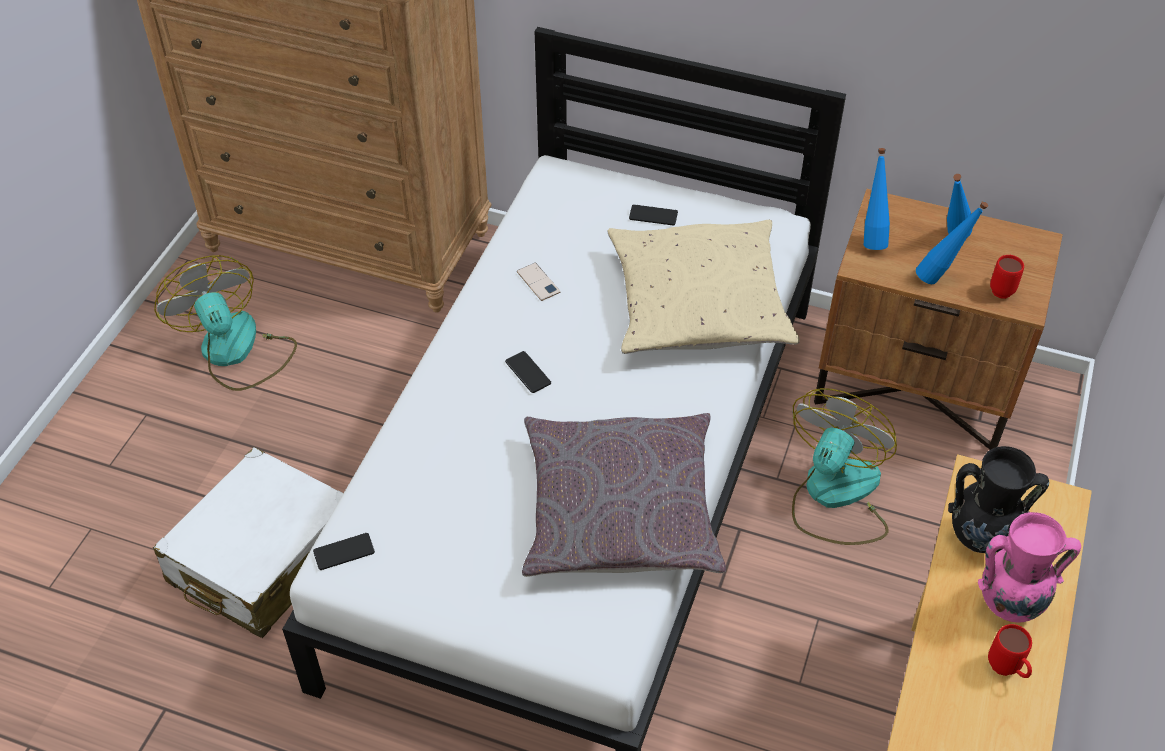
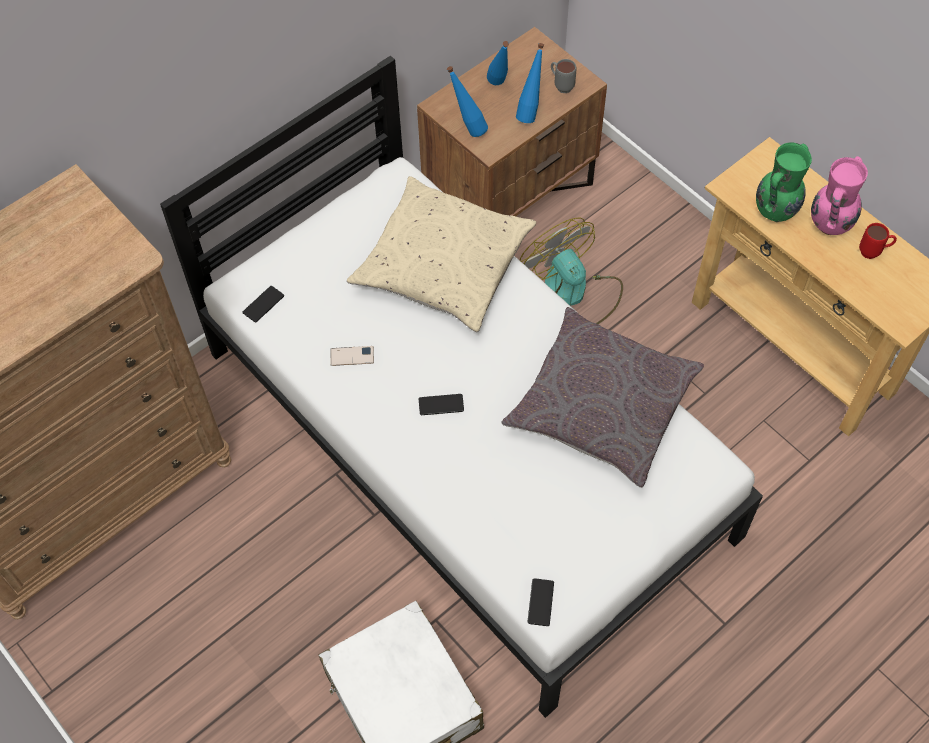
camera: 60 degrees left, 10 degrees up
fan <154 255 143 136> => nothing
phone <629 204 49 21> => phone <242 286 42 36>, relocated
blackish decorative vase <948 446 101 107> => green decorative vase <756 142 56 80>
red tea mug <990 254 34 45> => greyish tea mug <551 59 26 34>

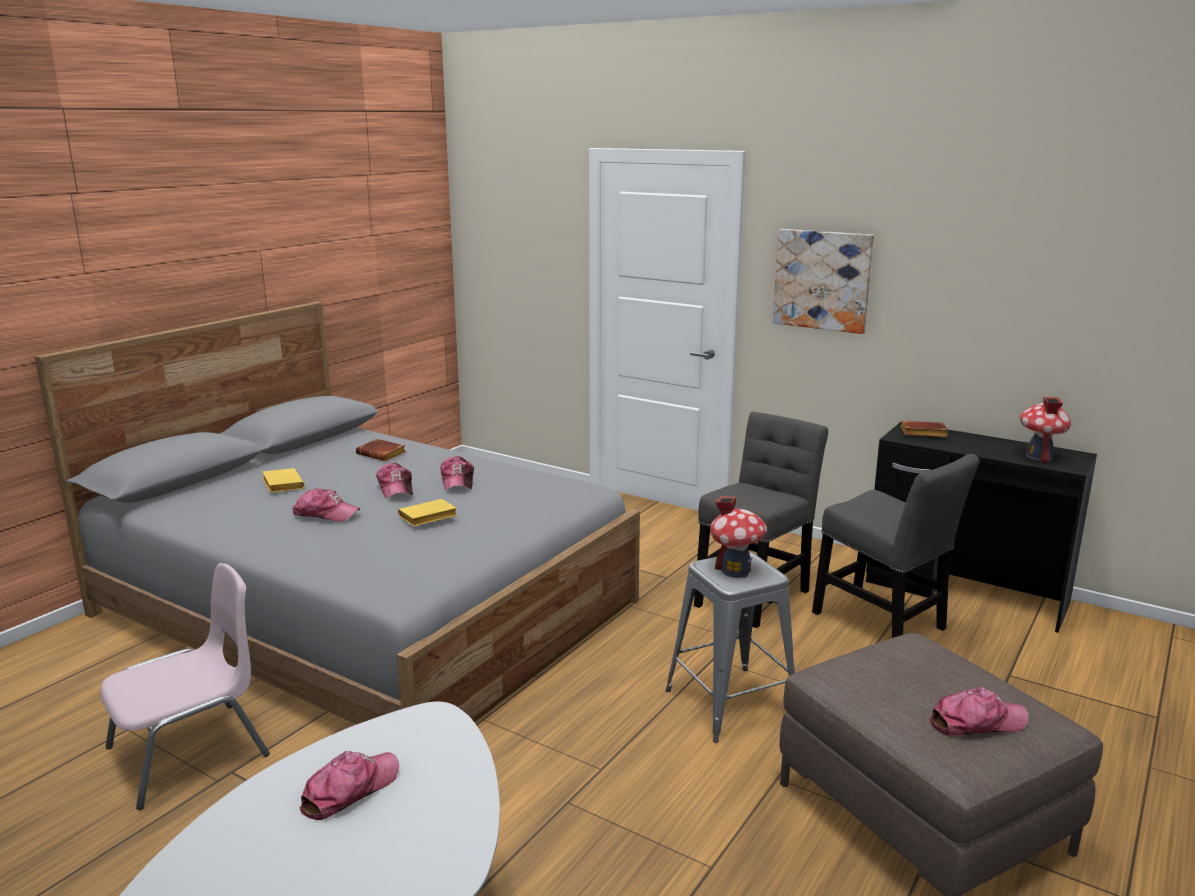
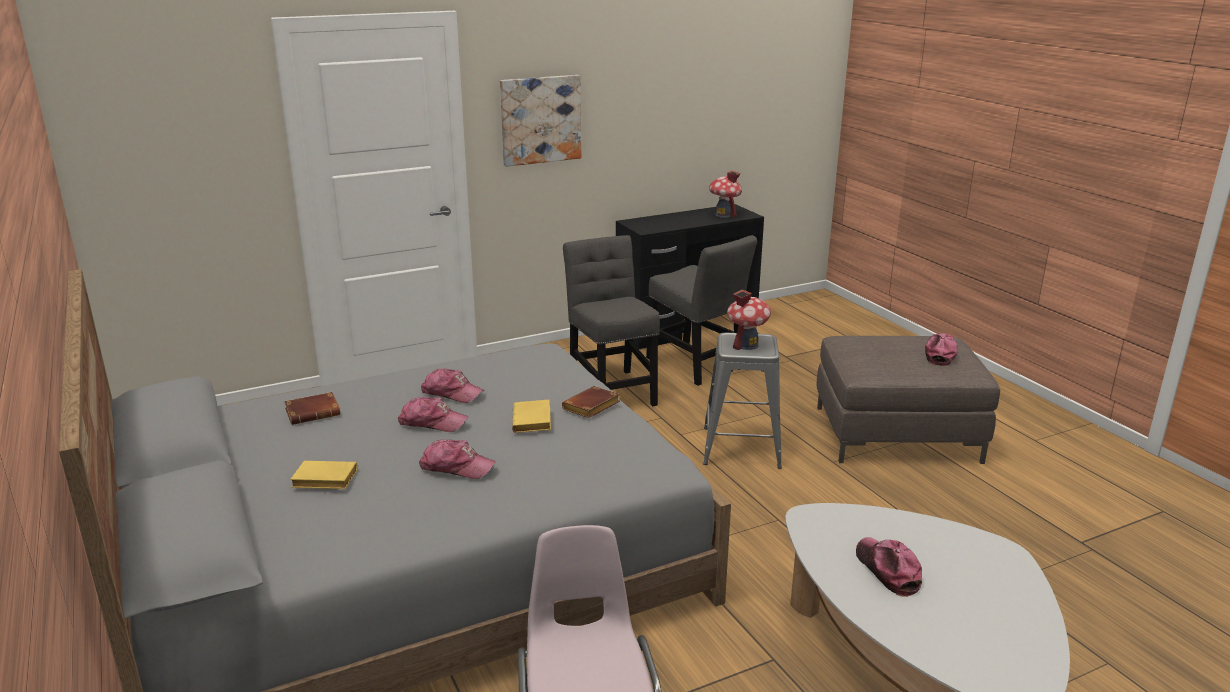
camera: 60 degrees left, 5 degrees up
peaked cap <292 488 68 34> => peaked cap <419 439 77 40>, 60 degrees clockwise
greyish plain chair <812 454 167 184> => greyish plain chair <646 235 111 151>, 60 degrees clockwise
brown-coloured volume <901 421 48 16> => brown-coloured volume <562 386 58 32>, relocated

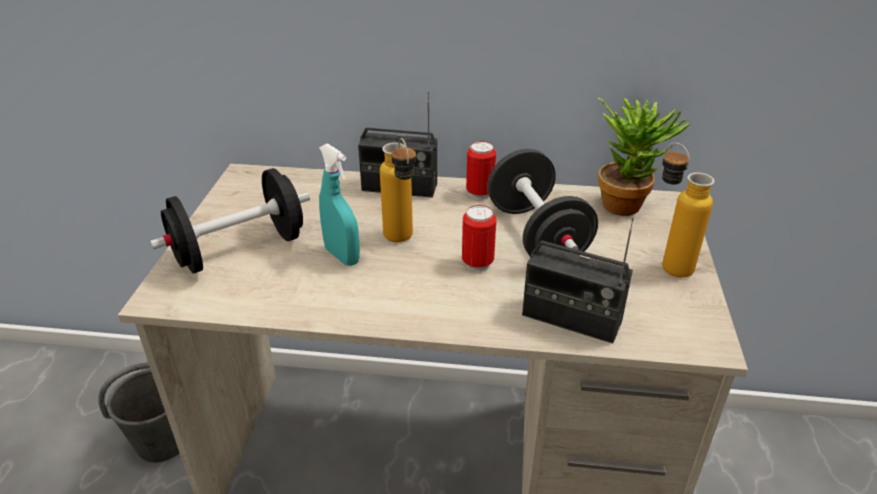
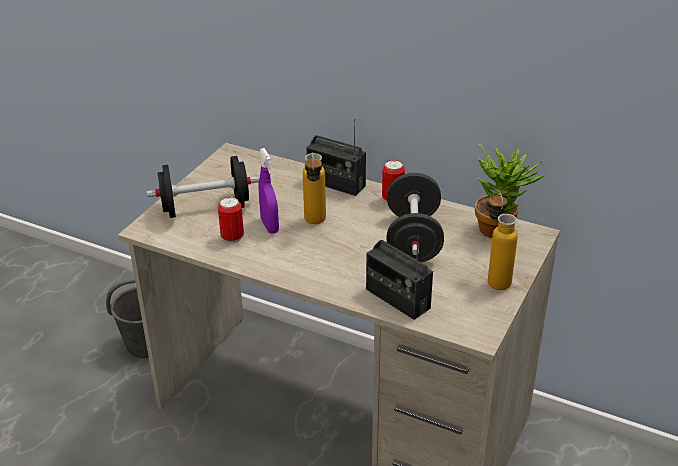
camera: 20 degrees right, 0 degrees up
turquoise spray bottle <319 143 41 123> => purple-coloured spray bottle <259 148 20 86>
metal can <462 205 35 66> => metal can <218 197 26 46>, relocated

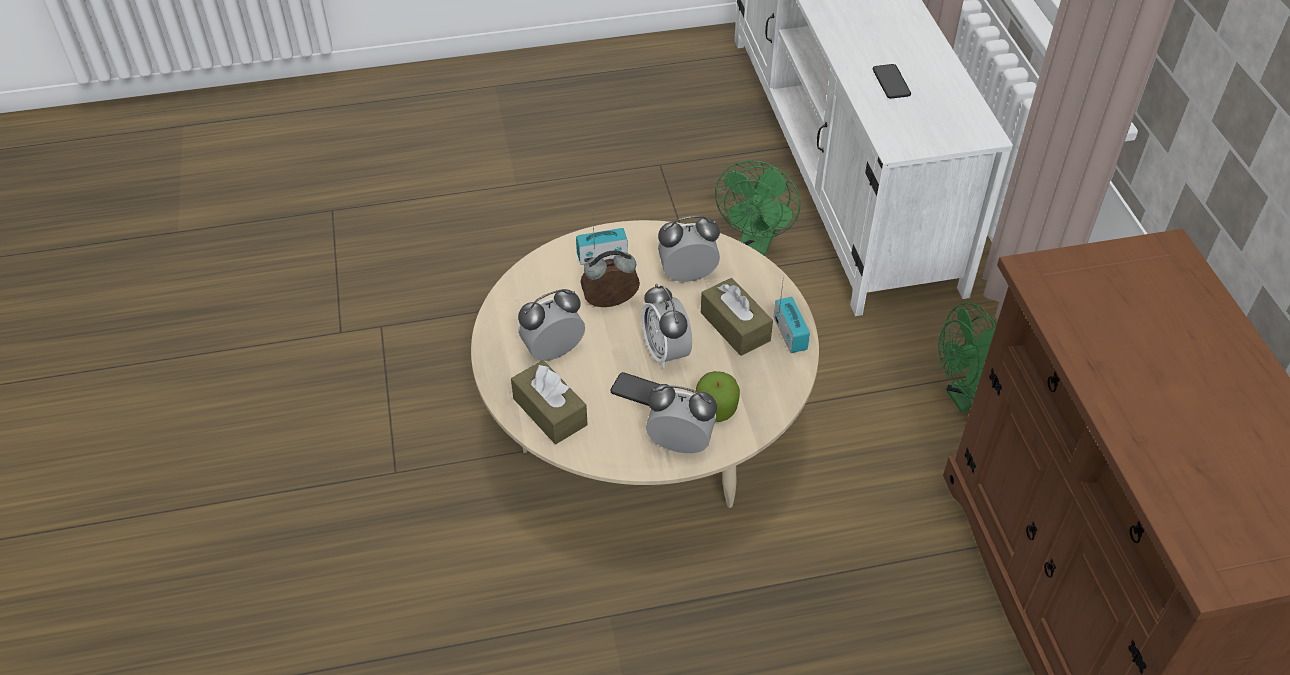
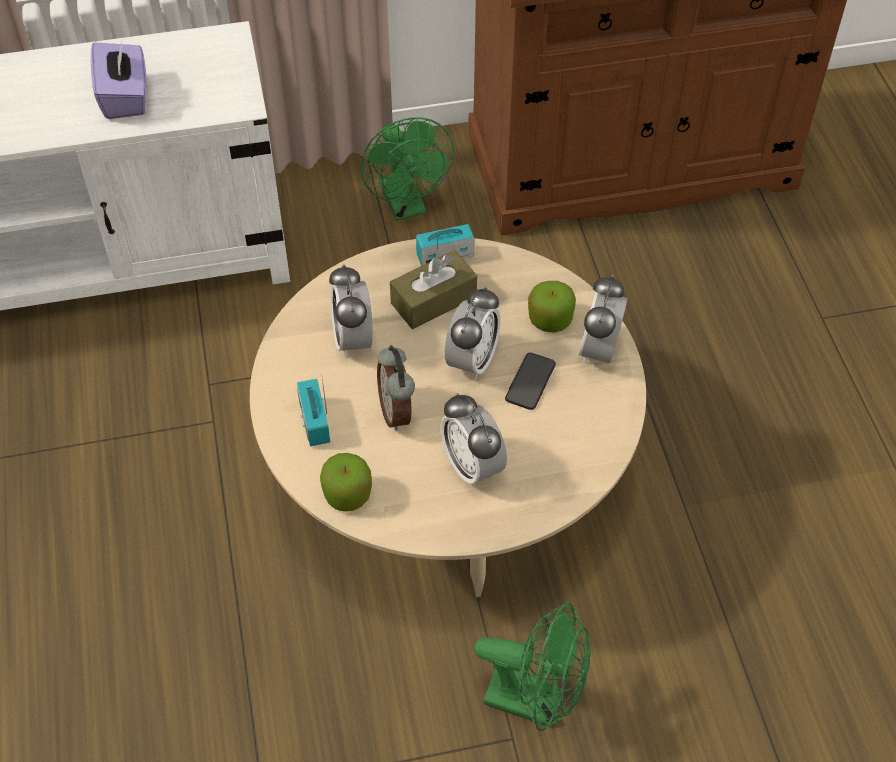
camera: 90 degrees left, 5 degrees up
brown-coloured box of tissues <511 360 77 84> => nothing
table clock <642 284 50 85> => table clock <445 286 56 93>, 45 degrees counterclockwise
green fan <715 161 86 94> => green fan <474 602 117 129>, relocated
phone <873 64 38 35> => purple-coloured box of tissues <91 42 56 77>
nothing => apple fruit <320 453 52 59>

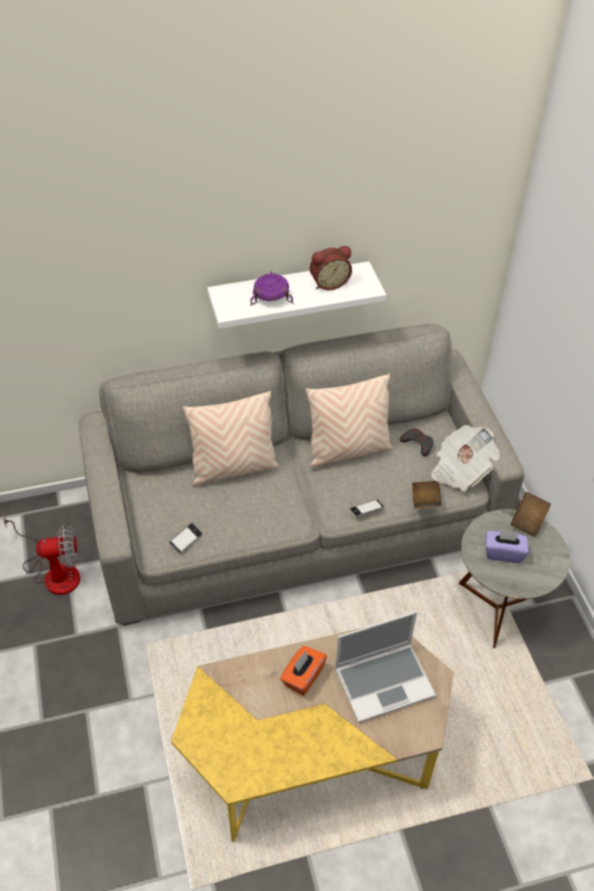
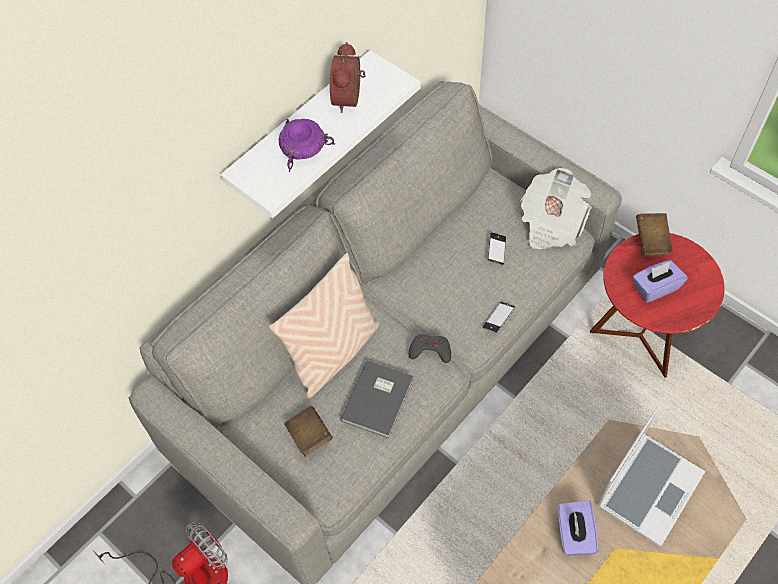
camera: 30 degrees left, 10 degrees up
phone <169 523 33 30> => phone <488 232 18 33>, relocated
orange box of tissues <280 645 47 51> => purple-coloured box of tissues <558 500 40 56>
beige-coloured cushion <305 374 88 94> => nothing
table clock <310 246 42 44> => table clock <330 42 36 71>, 150 degrees clockwise
greyish gamepad <400 429 34 27> => greyish gamepad <408 334 43 29>, relocated
brown-coloured volume <412 481 29 28> => brown-coloured volume <284 406 49 52>, relocated
greyish accent table <459 509 111 139> => red accent table <590 233 135 145>
nothing => greyish volume <340 360 73 78>

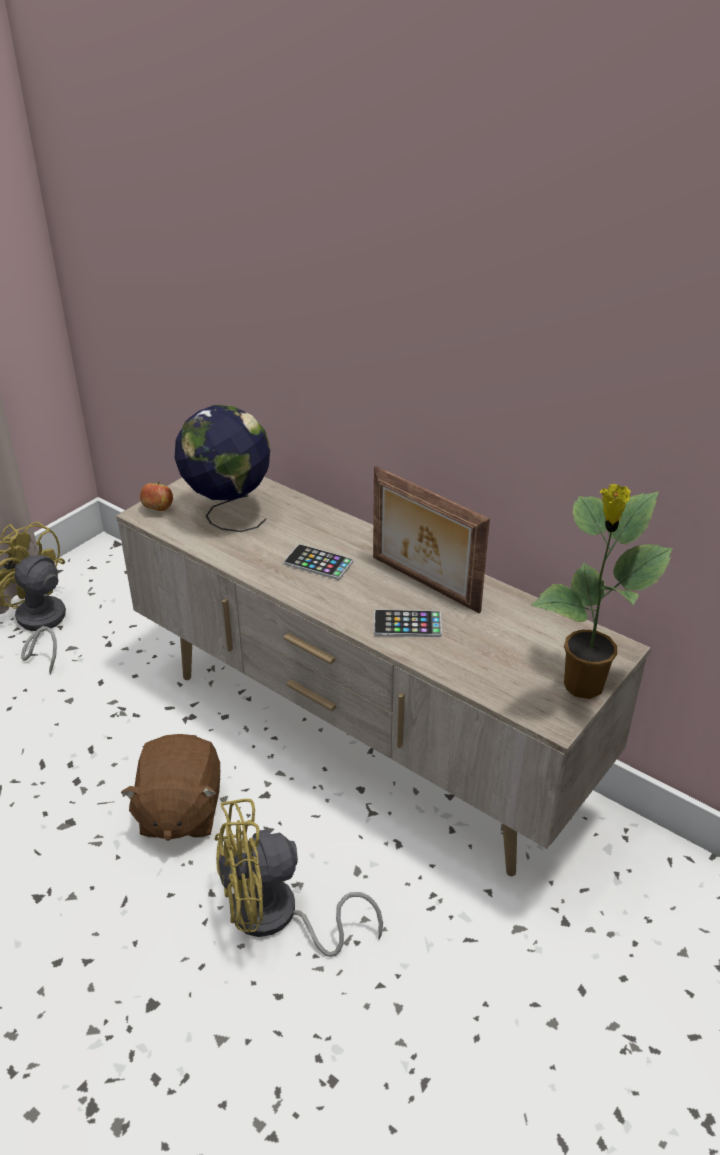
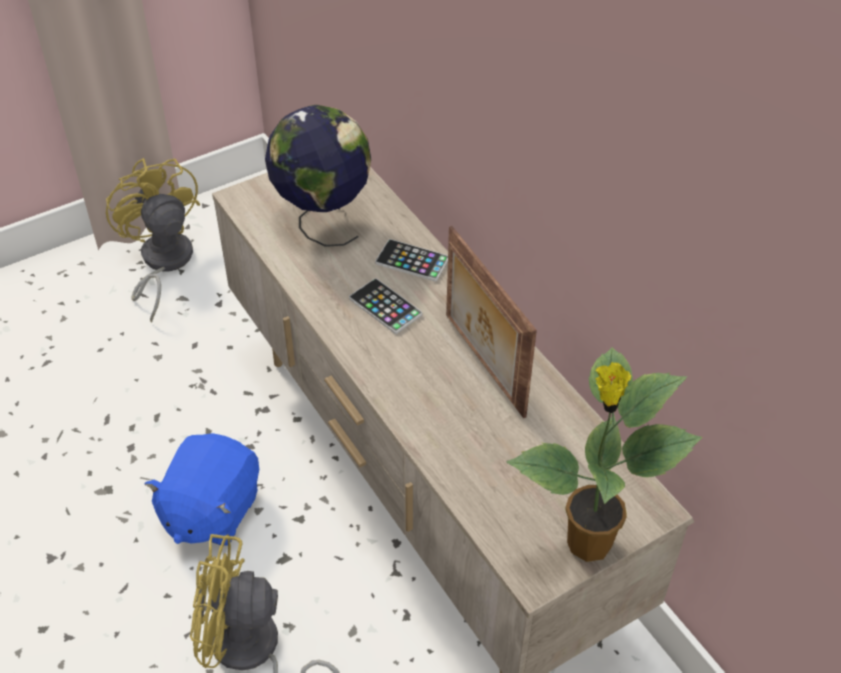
camera: 20 degrees right, 10 degrees up
brown-coloured soft toy <121 734 99 107> => blue soft toy <144 433 115 113>
apple fruit <140 481 33 30> => nothing
phone <374 609 68 28> => phone <375 239 73 43>, relocated

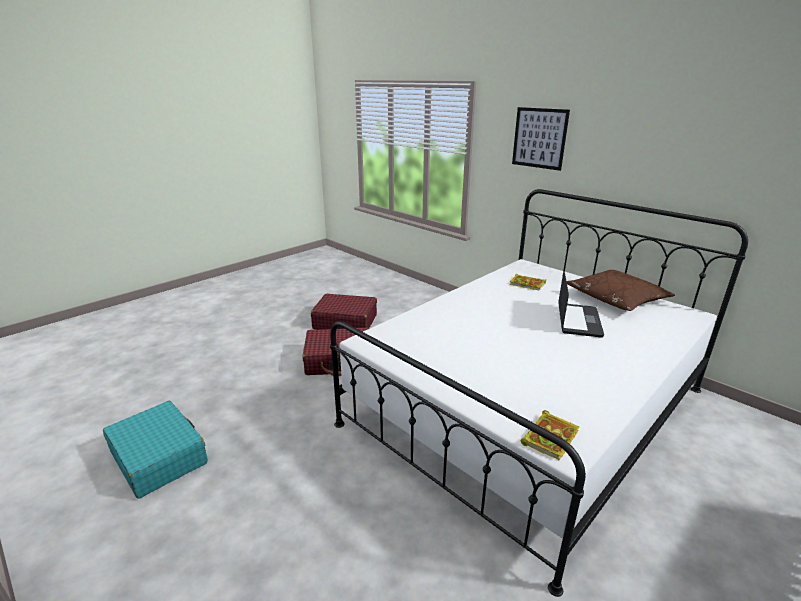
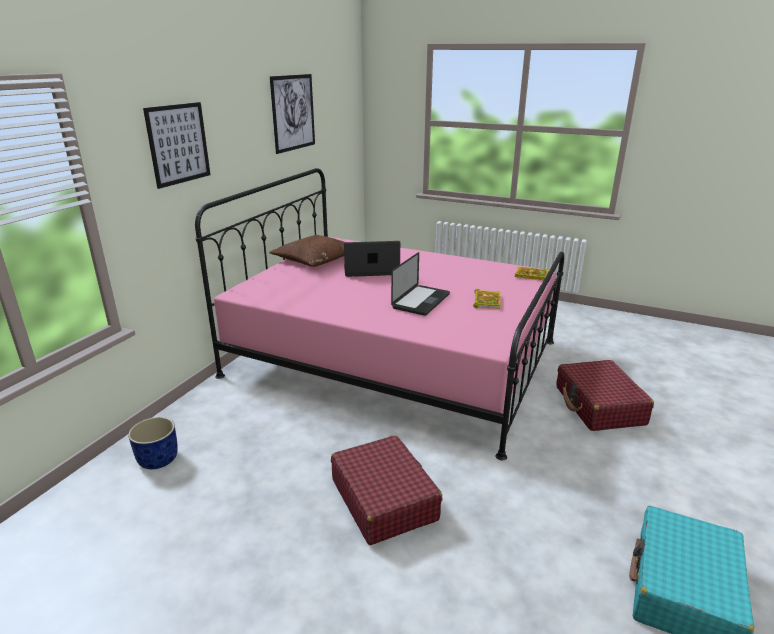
camera: 110 degrees left, 0 degrees up
red suitcase <311 294 66 36> => red suitcase <556 360 98 71>, relocated
white bed <330 189 418 408> => pink bed <195 168 369 292>
volume <510 274 36 17> => volume <473 289 28 20>, relocated
nothing => blue plant pot <128 417 50 52>
nothing => picture <270 74 45 80>
nothing => portable computer <391 252 59 64>

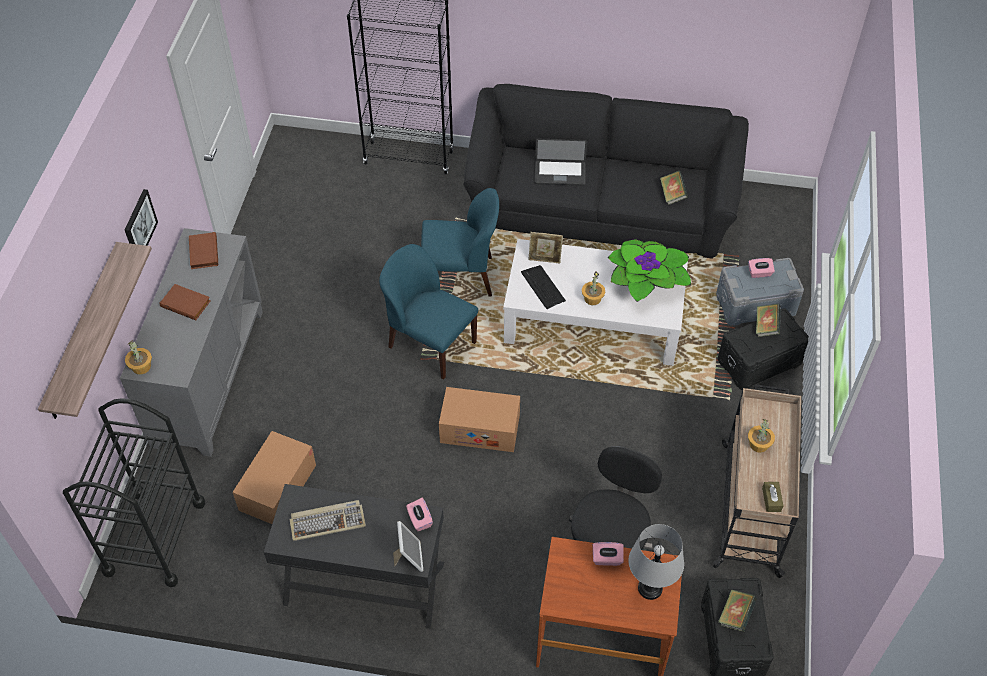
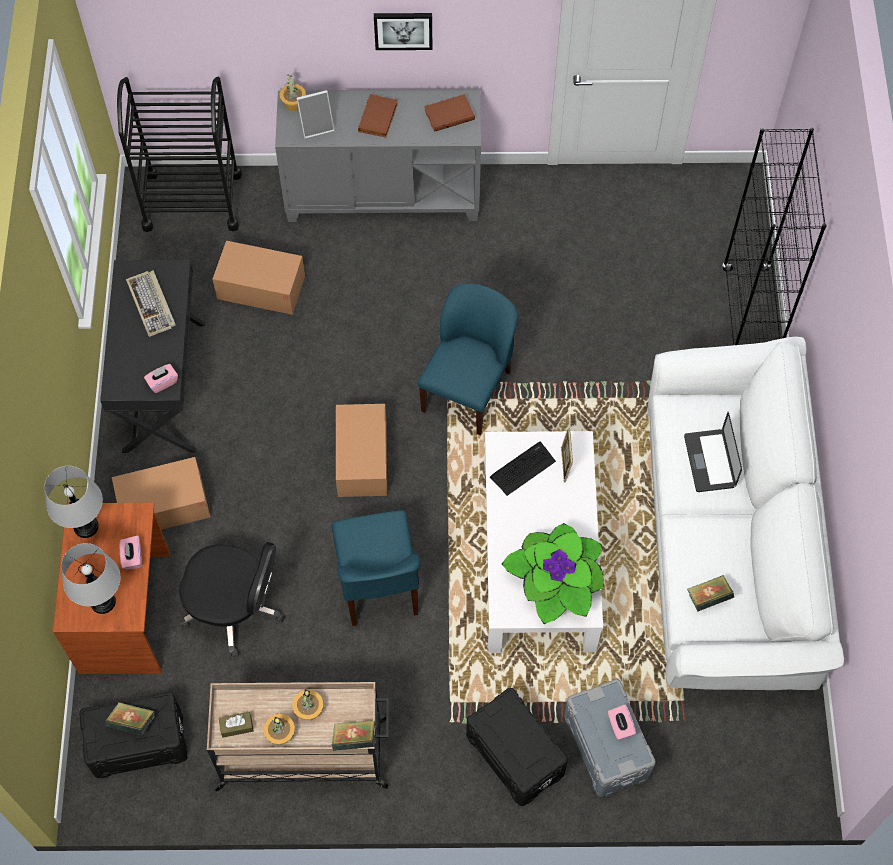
camera: 80 degrees right, 10 degrees up
shelf <38 242 114 177> => nothing
photo frame <393 521 30 51> => photo frame <296 90 39 49>, relocated
blue plain chair <421 188 78 109> => blue plain chair <332 510 89 116>, relocated
blackish settee <463 84 286 175> => white settee <648 337 196 353>
plant in a pot <582 271 23 34> => plant in a pot <264 714 31 31>, relocated
volume <756 303 25 34> => volume <332 720 45 31>, relocated
nothing => greyish tabletop lamp <44 466 59 72>
nothing => carton <112 457 98 73>

